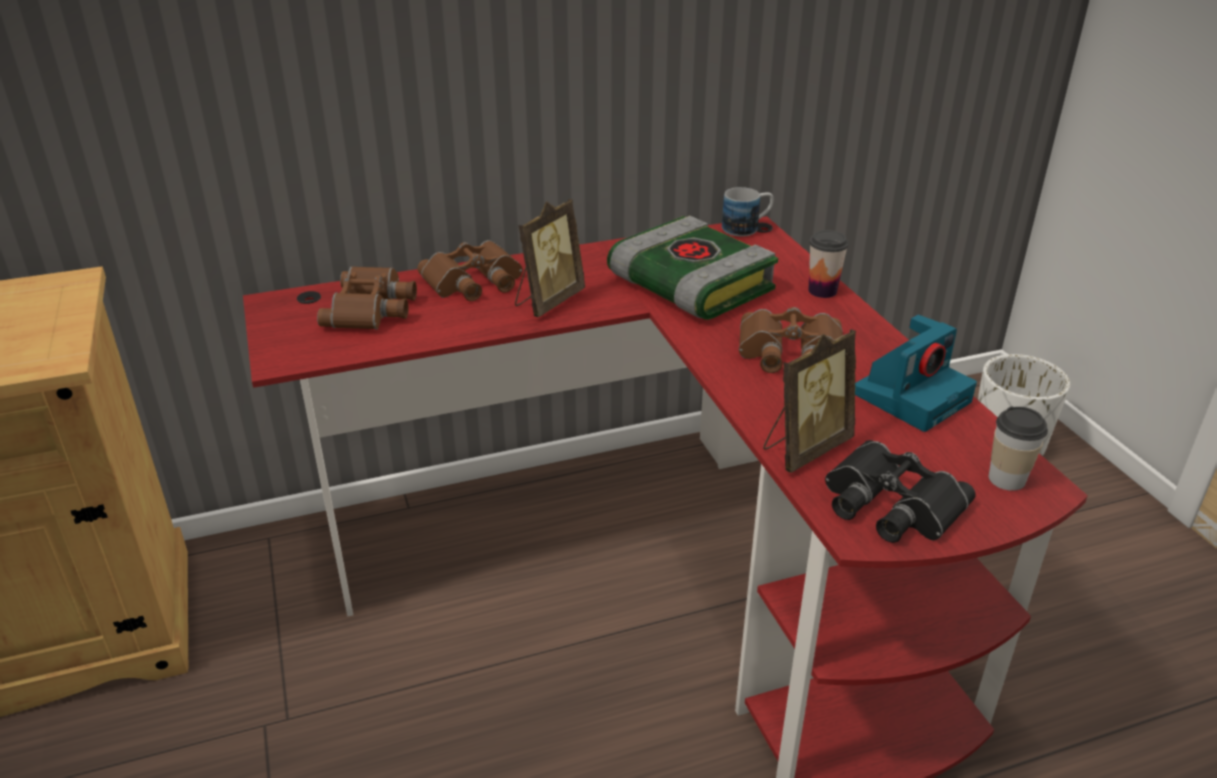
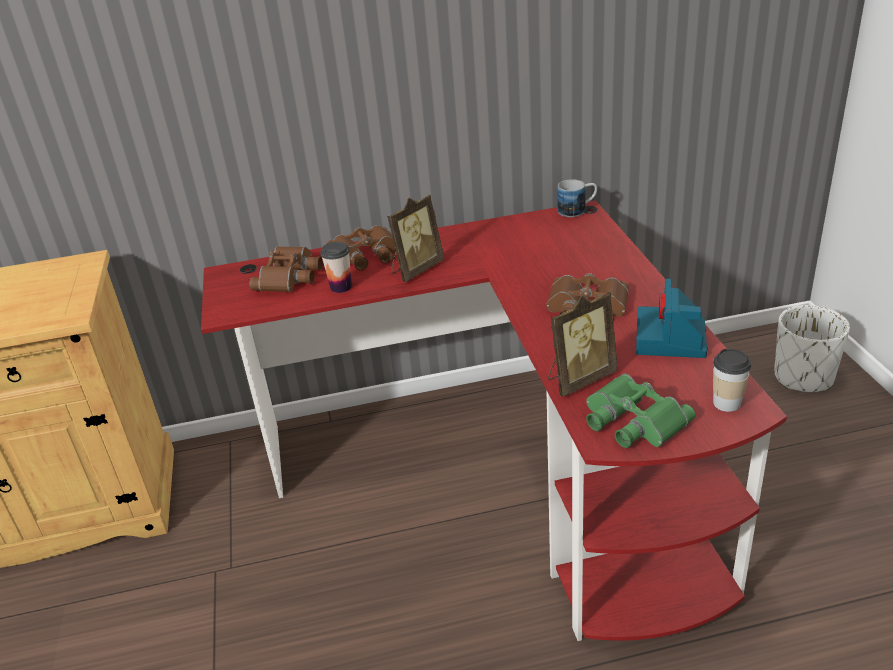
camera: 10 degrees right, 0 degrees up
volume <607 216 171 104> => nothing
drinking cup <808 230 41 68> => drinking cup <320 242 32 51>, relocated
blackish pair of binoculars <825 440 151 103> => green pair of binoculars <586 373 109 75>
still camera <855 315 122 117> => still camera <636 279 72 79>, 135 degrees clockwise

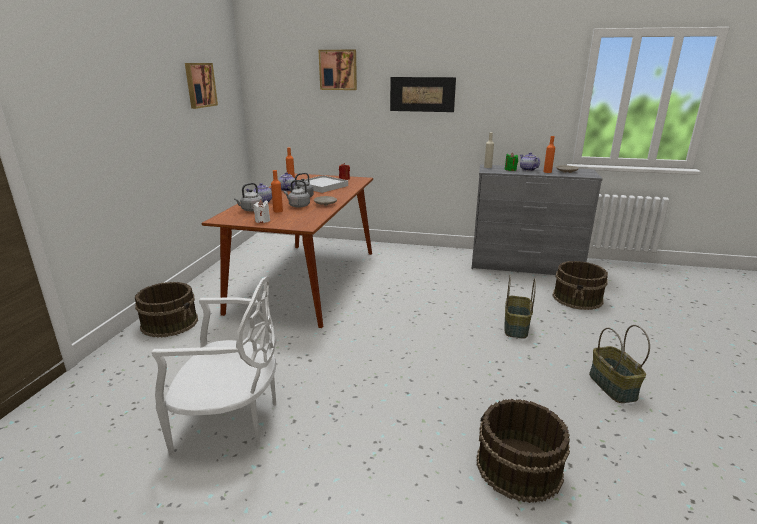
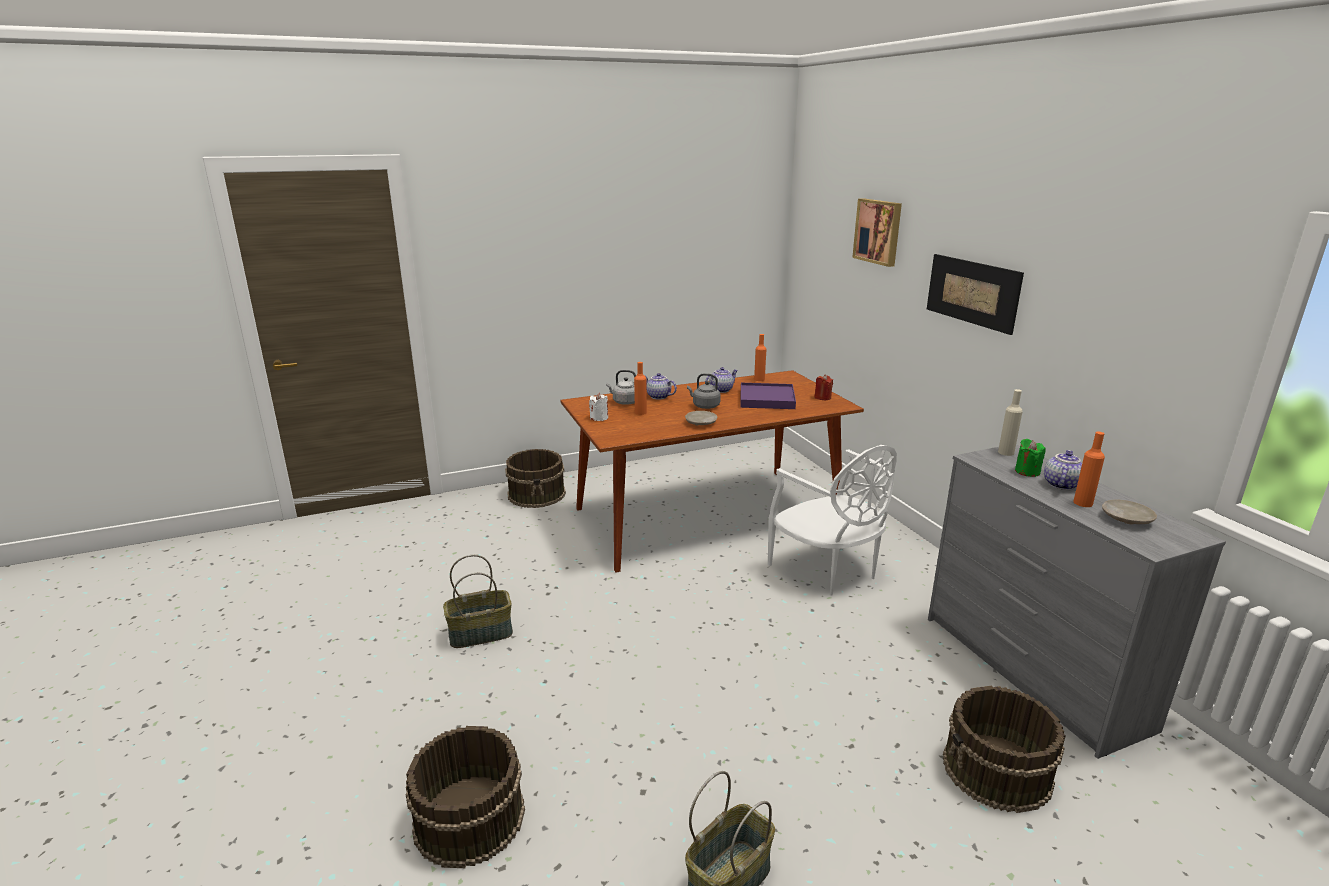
camera: 55 degrees right, 0 degrees up
white plain chair <152 277 124 180> => white plain chair <768 445 129 151>, relocated
picture <185 63 33 46> => nothing
greyish tea kettle <284 180 26 28> => nothing
white serving tray <297 175 51 18> => purple-coloured serving tray <741 383 55 26>
household basket <504 275 32 64> => household basket <443 555 70 93>, relocated

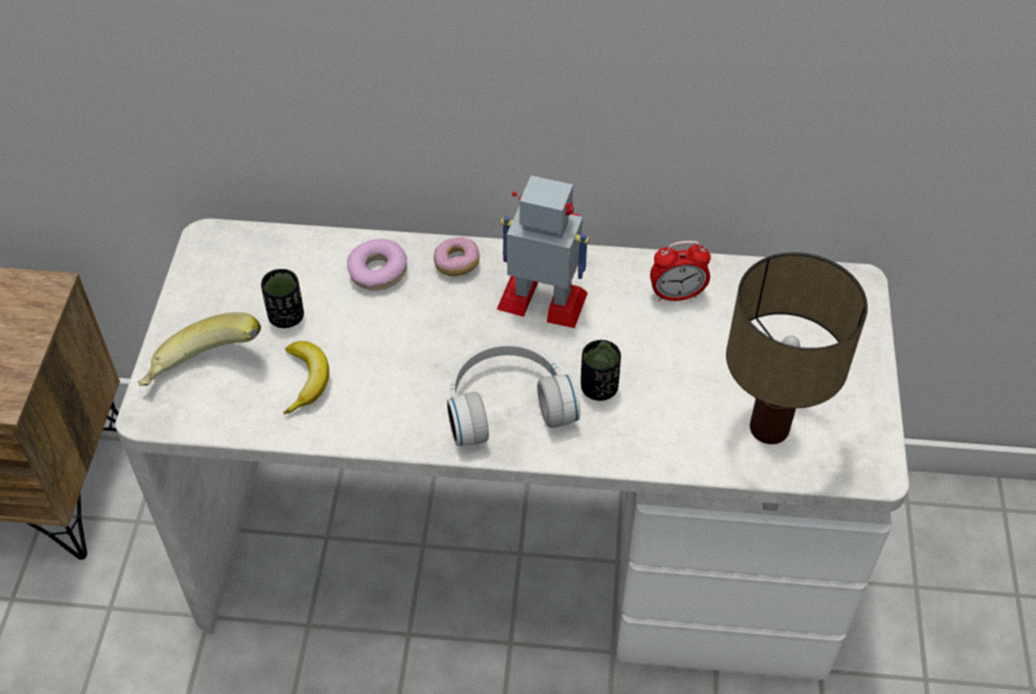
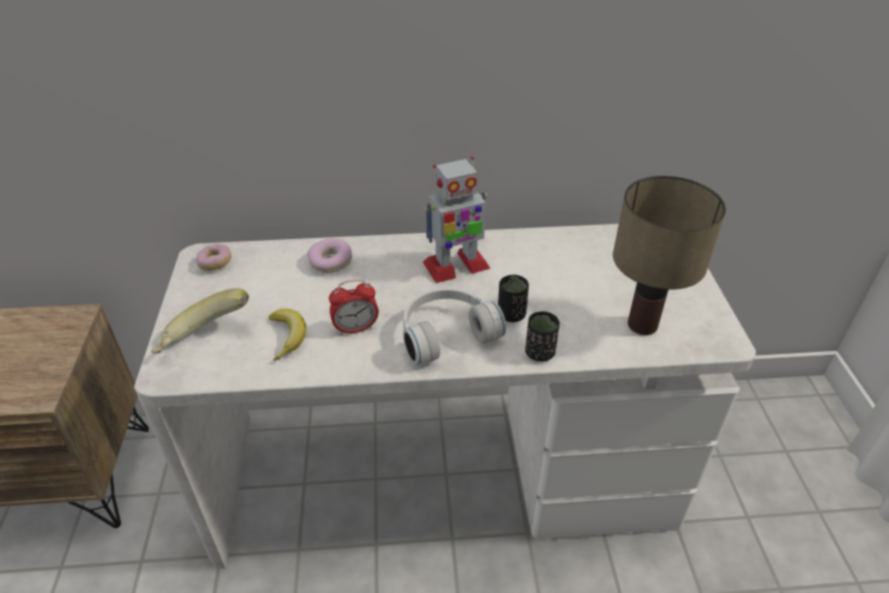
camera: 10 degrees left, 10 degrees down
blackish drinking cup <261 269 43 59> => blackish drinking cup <525 311 35 51>, relocated
ring doughnut <434 237 46 39> => ring doughnut <196 244 36 27>, relocated
toy robot <497 175 93 153> => toy robot <423 156 68 127>, 150 degrees clockwise
table clock <650 241 61 60> => table clock <329 279 50 56>, relocated

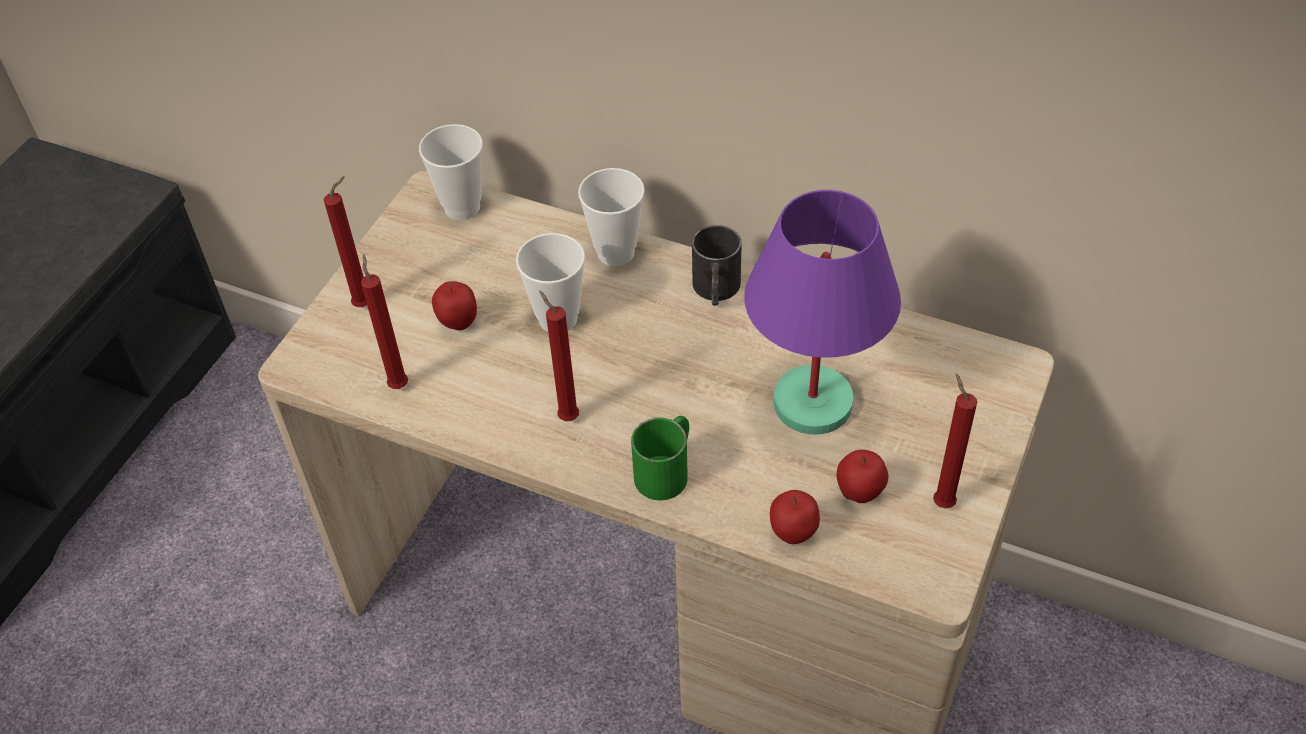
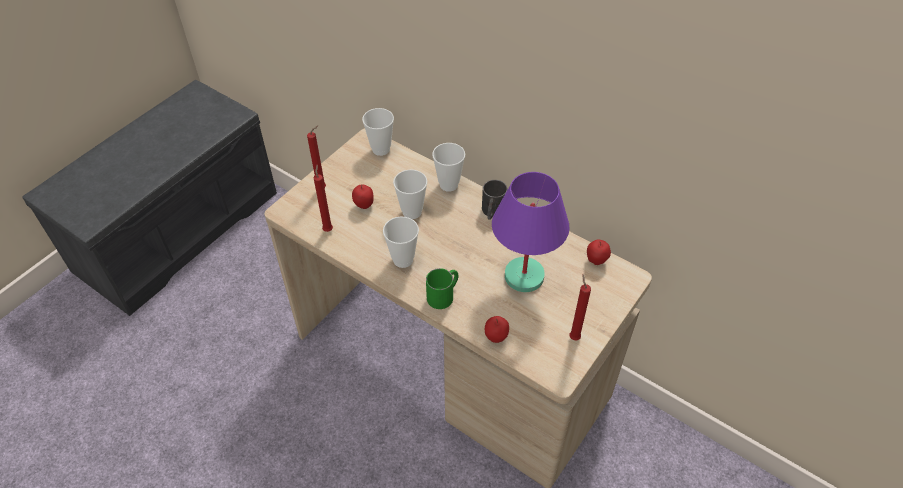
camera: 10 degrees right, 0 degrees up
red wax light <539 290 40 131> => drinking cup <383 217 36 51>
apple fruit <837 450 51 53> => apple fruit <587 239 24 26>, relocated

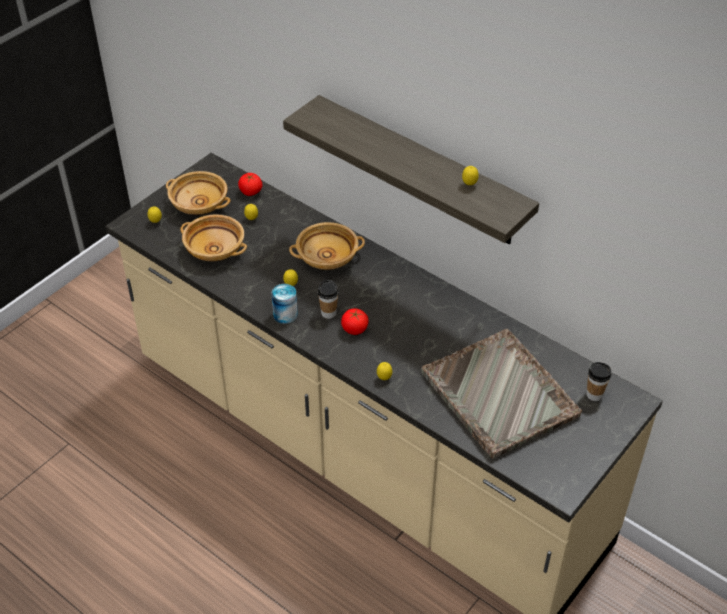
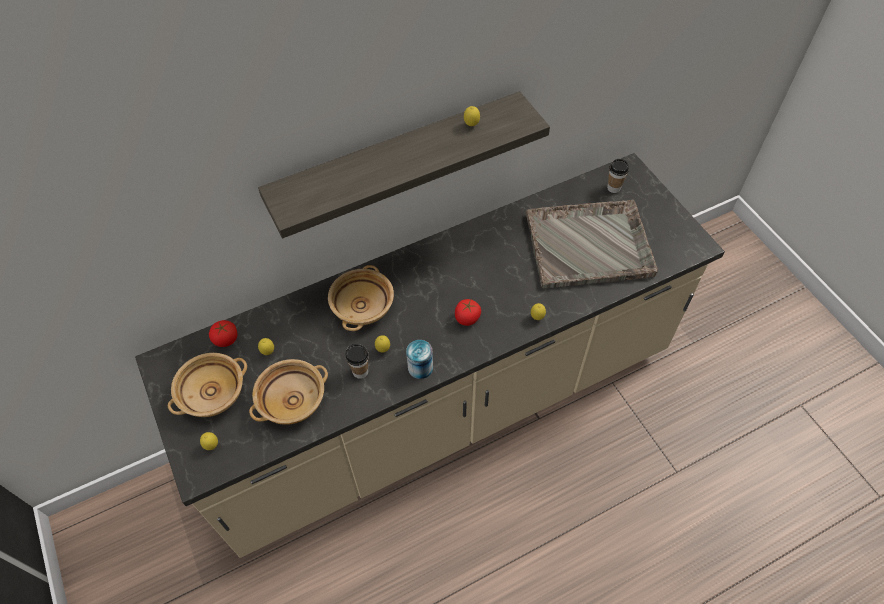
camera: 65 degrees left, 10 degrees up
drinking cup <317 280 22 39> => drinking cup <345 344 24 35>, relocated

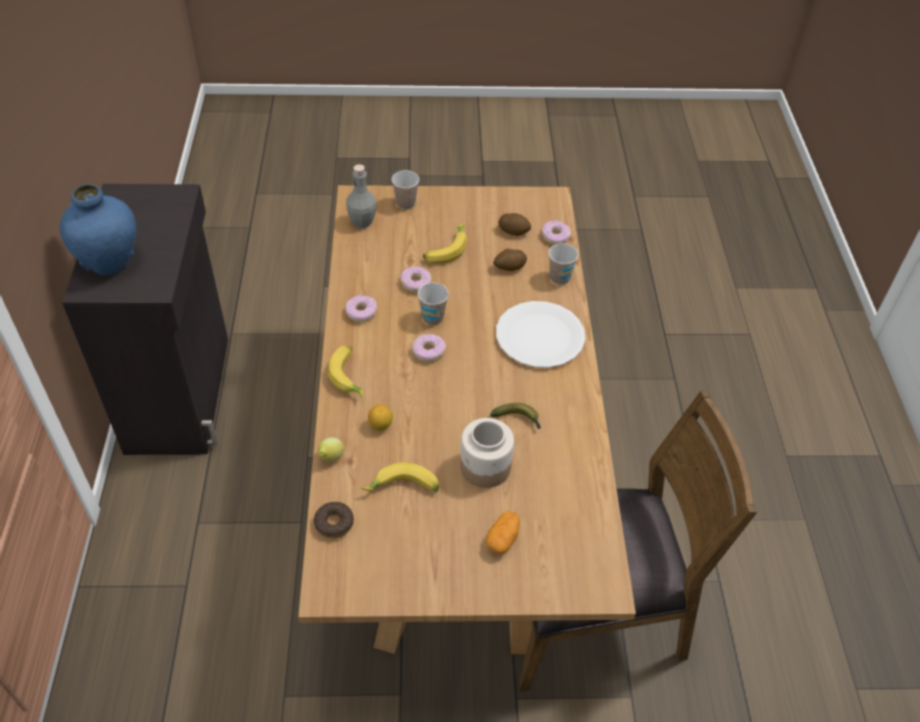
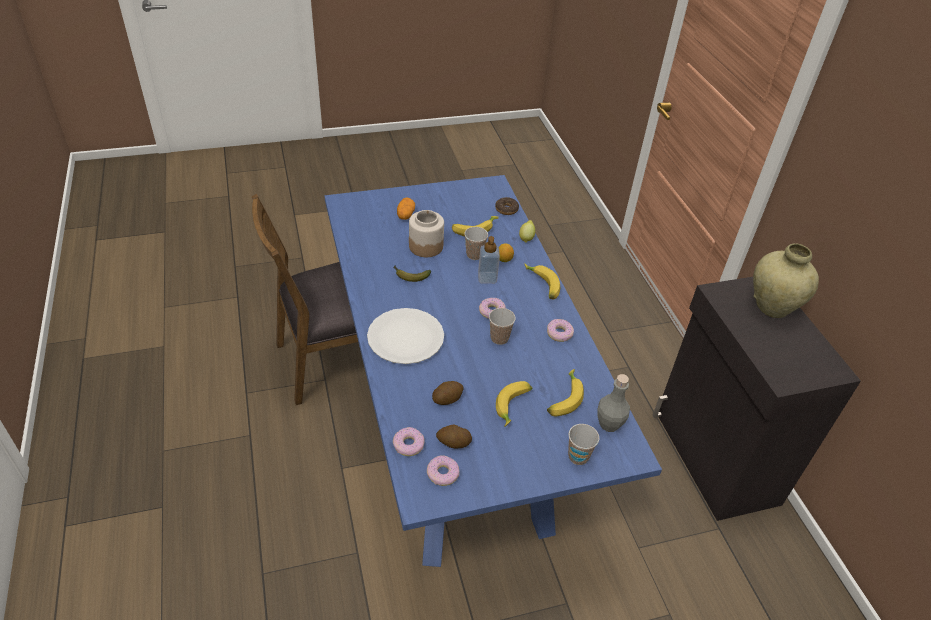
camera: 165 degrees right, 5 degrees down
blue decorative vase <60 184 77 91> => beige-coloured decorative vase <753 244 66 74>
brown-coloured dinner table <298 185 338 469> => blue dinner table <325 175 337 392>
ring doughnut <401 266 31 26> => ring doughnut <427 455 32 31>, relocated
drinking cup <549 244 29 41> => drinking cup <464 227 24 33>, relocated
nothing => soap bottle <478 236 22 48>
nothing => banana fruit <547 369 37 48>

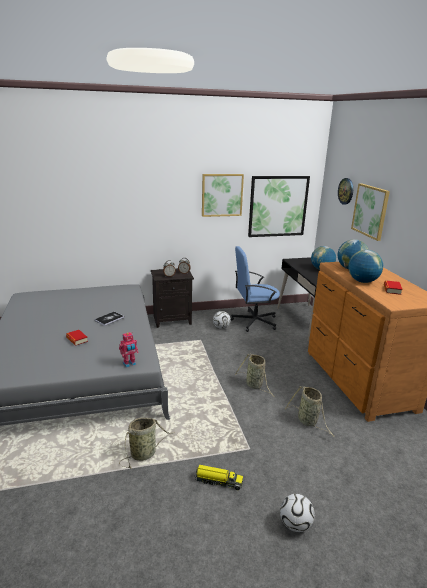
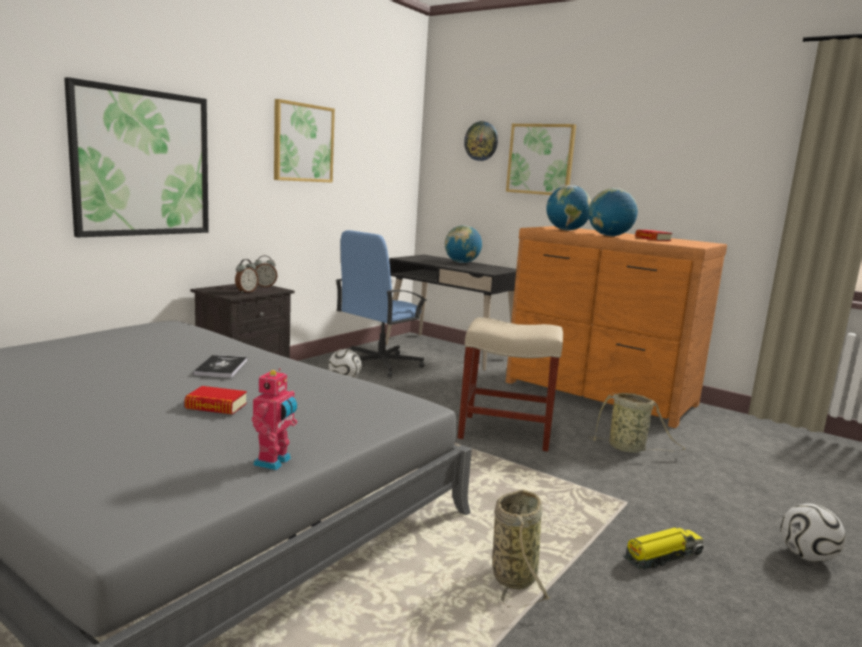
camera: 40 degrees left, 10 degrees down
toy robot <119 332 20 36> => toy robot <252 368 45 102>, relocated
household basket <235 354 40 43> => beige-coloured stool seat <458 317 105 135>
picture <248 176 62 61> => picture <64 77 145 160>, relocated

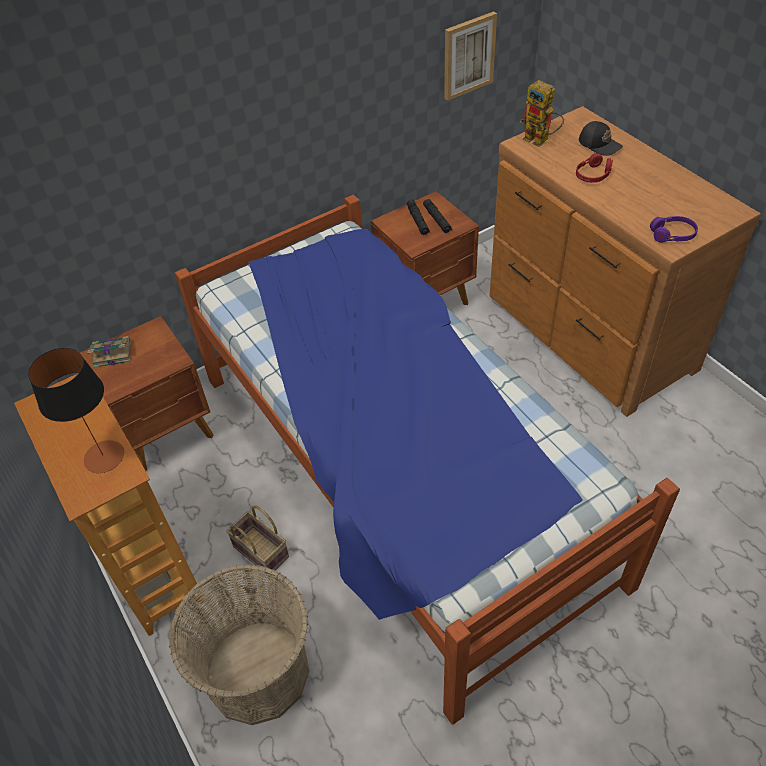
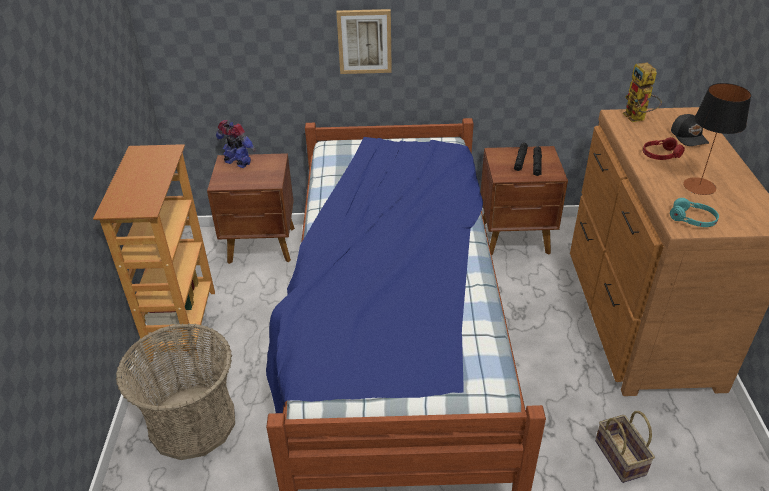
camera: 30 degrees right, 10 degrees down
tabletop lamp <28 348 96 125> => tabletop lamp <683 83 68 112>, relocated
volume <87 336 44 32> => toy robot <216 120 40 48>
household basket <226 505 63 69> => household basket <595 411 60 72>, relocated
picture <444 11 53 90> => picture <336 9 56 65>, relocated
purple-coloured headset <650 216 48 27> => turquoise headset <670 198 49 29>

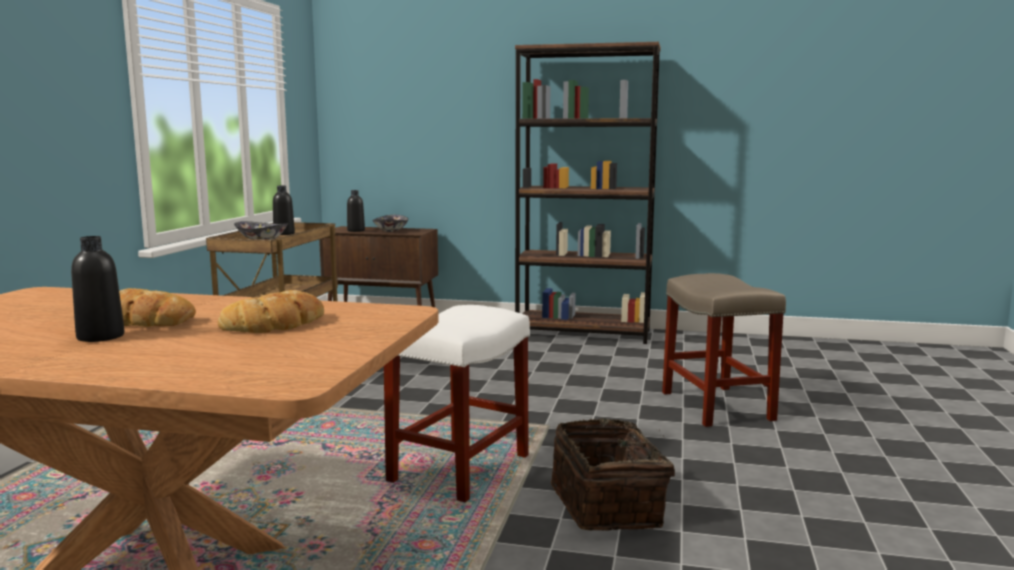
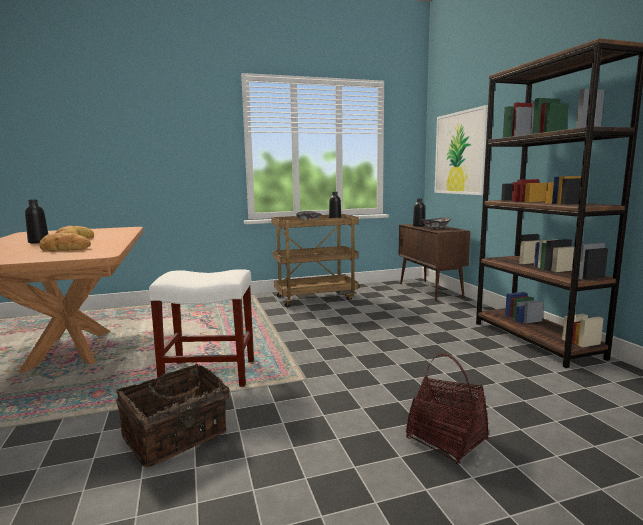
camera: 60 degrees right, 0 degrees up
beige-coloured stool seat <662 273 124 154> => household basket <406 353 83 111>
nothing => picture <434 105 54 90>

